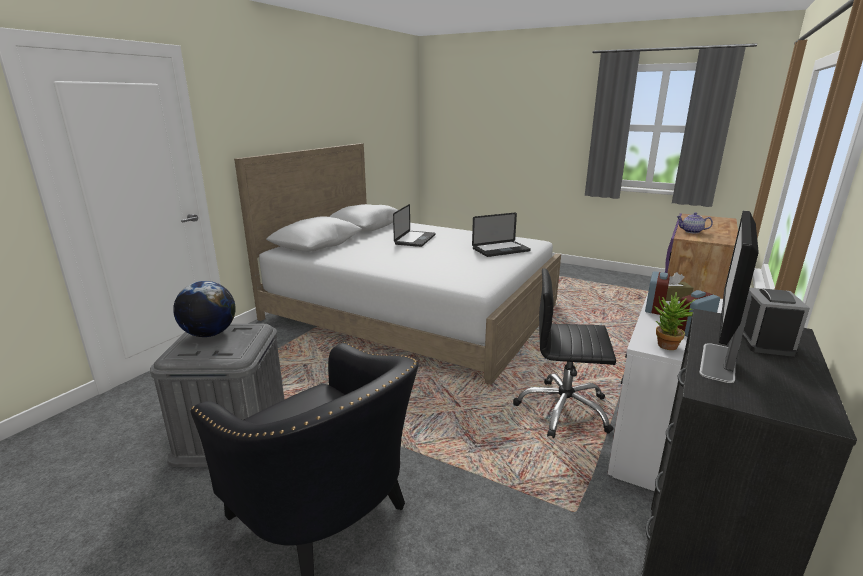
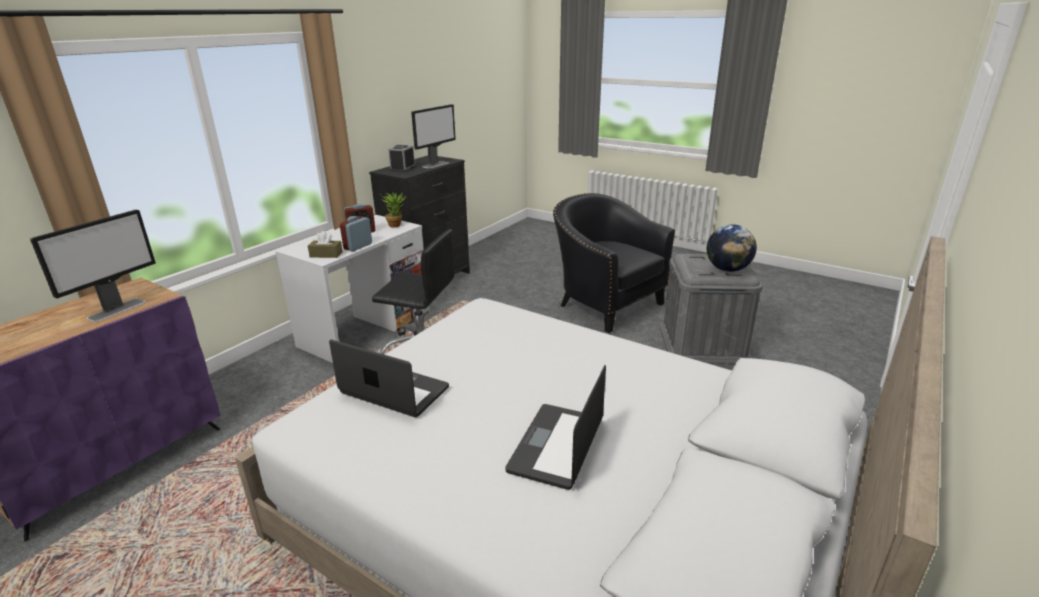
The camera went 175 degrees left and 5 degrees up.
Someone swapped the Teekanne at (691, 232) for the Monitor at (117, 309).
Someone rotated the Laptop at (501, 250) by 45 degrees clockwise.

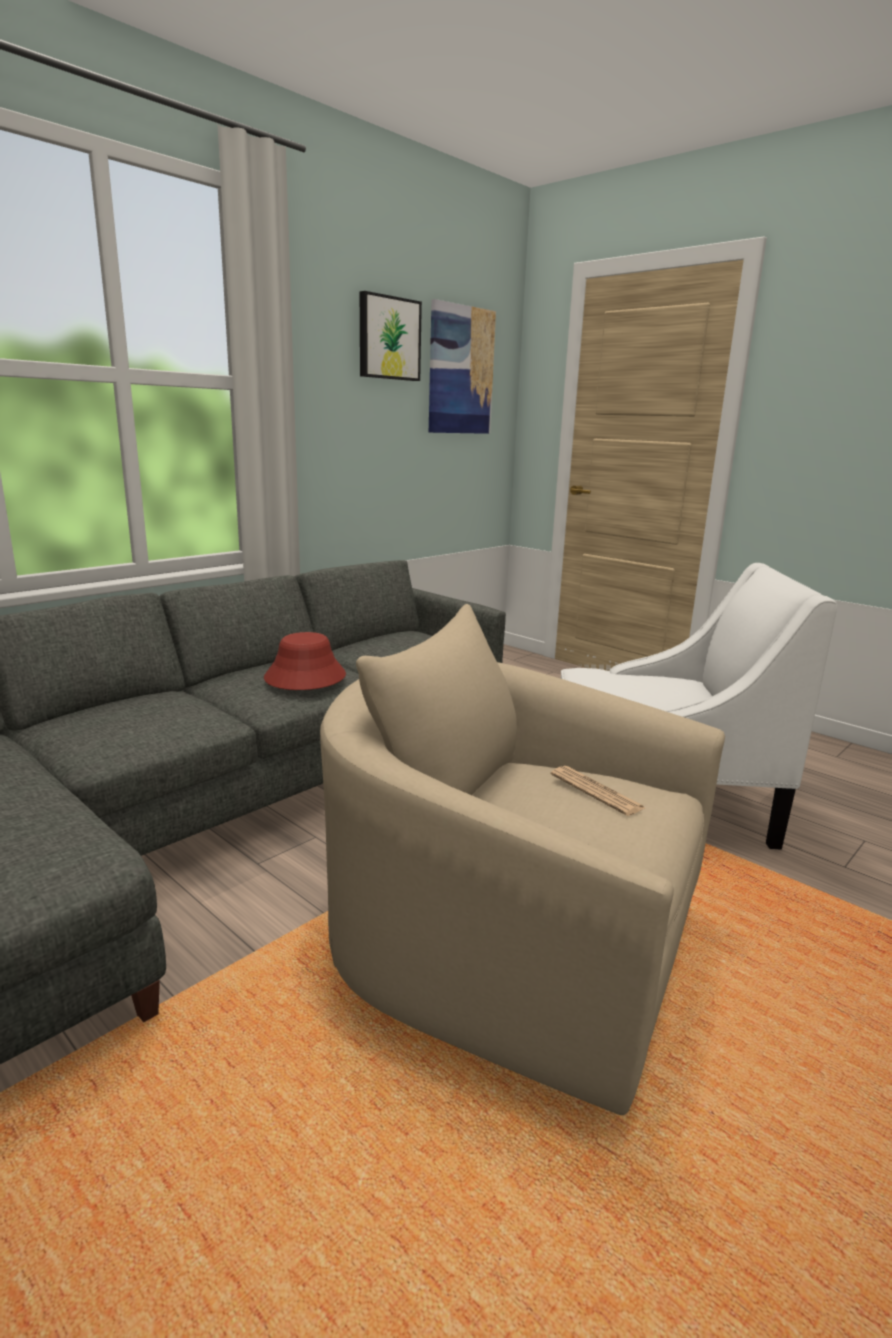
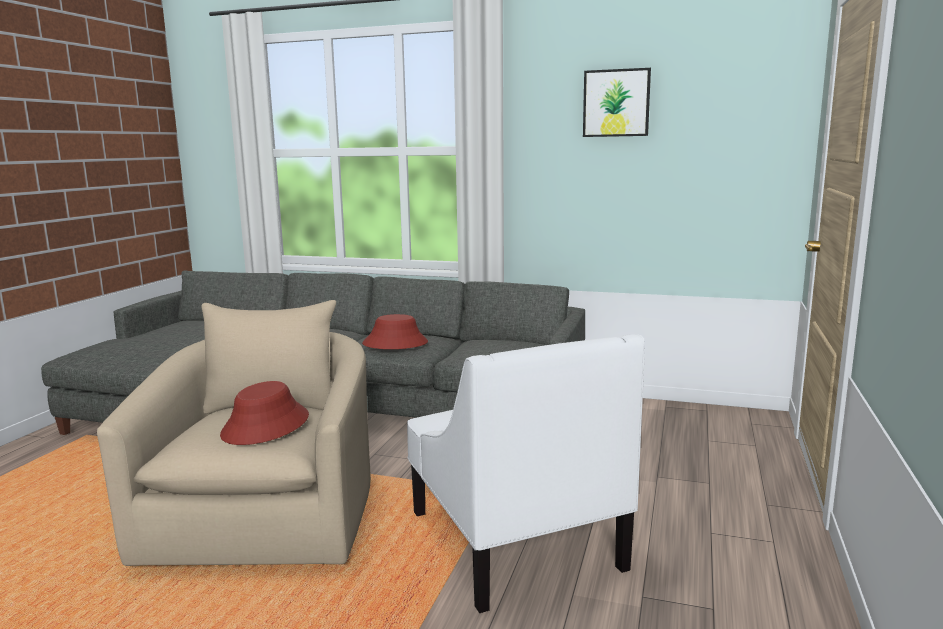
The camera went 65 degrees right and 5 degrees down.
Someone swapped the Zeitung at (596, 791) for the Hut (rot) at (266, 426).
Someone took away the Bild at (460, 371).

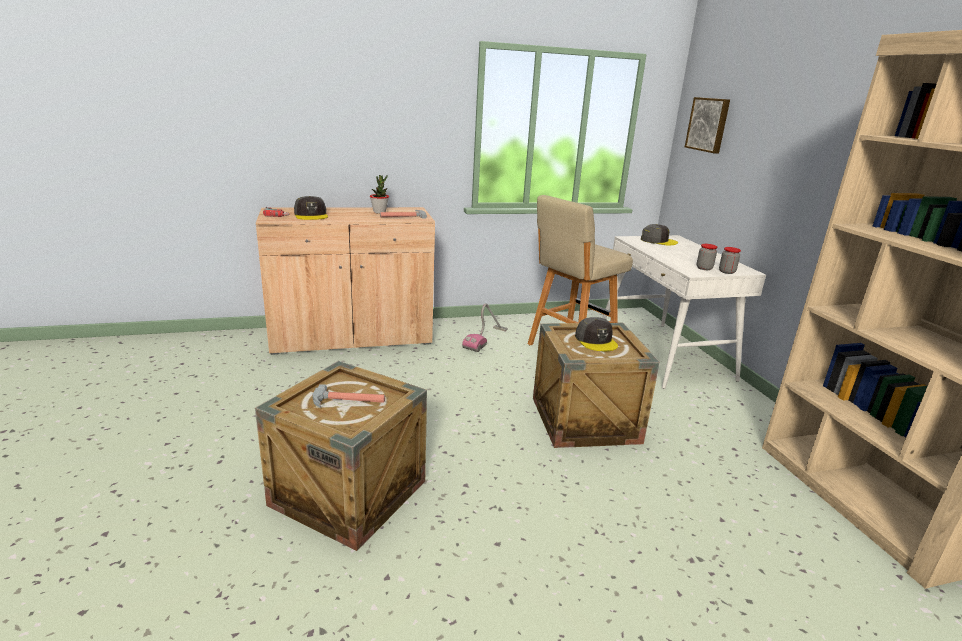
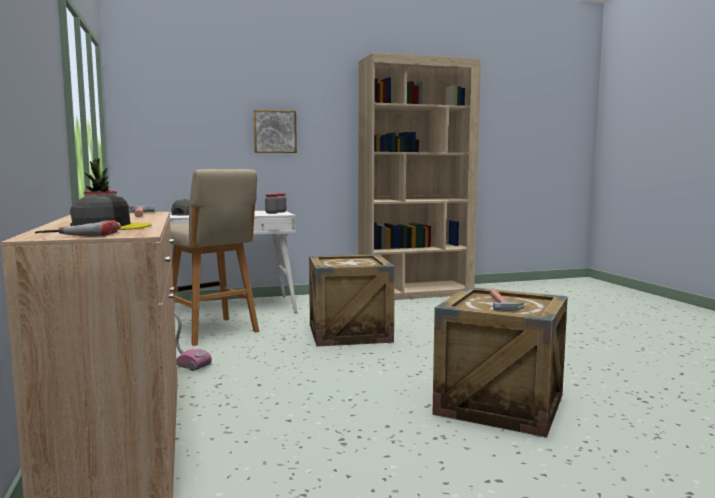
The camera went 90 degrees left and 15 degrees down.
Someone carried the Bild from (708, 124) to (274, 131).
Someone took away the Kappe (grau) at (596, 341).

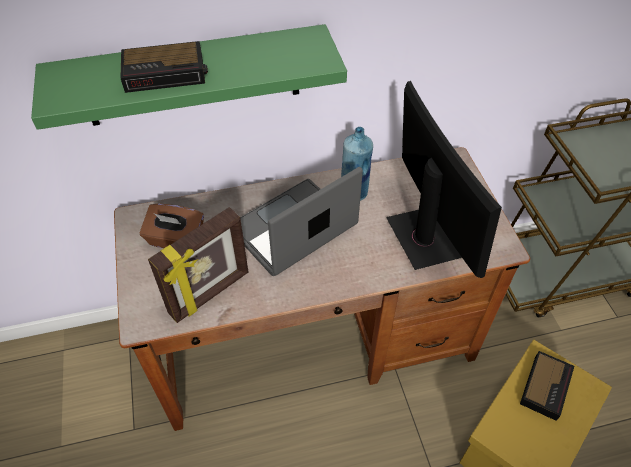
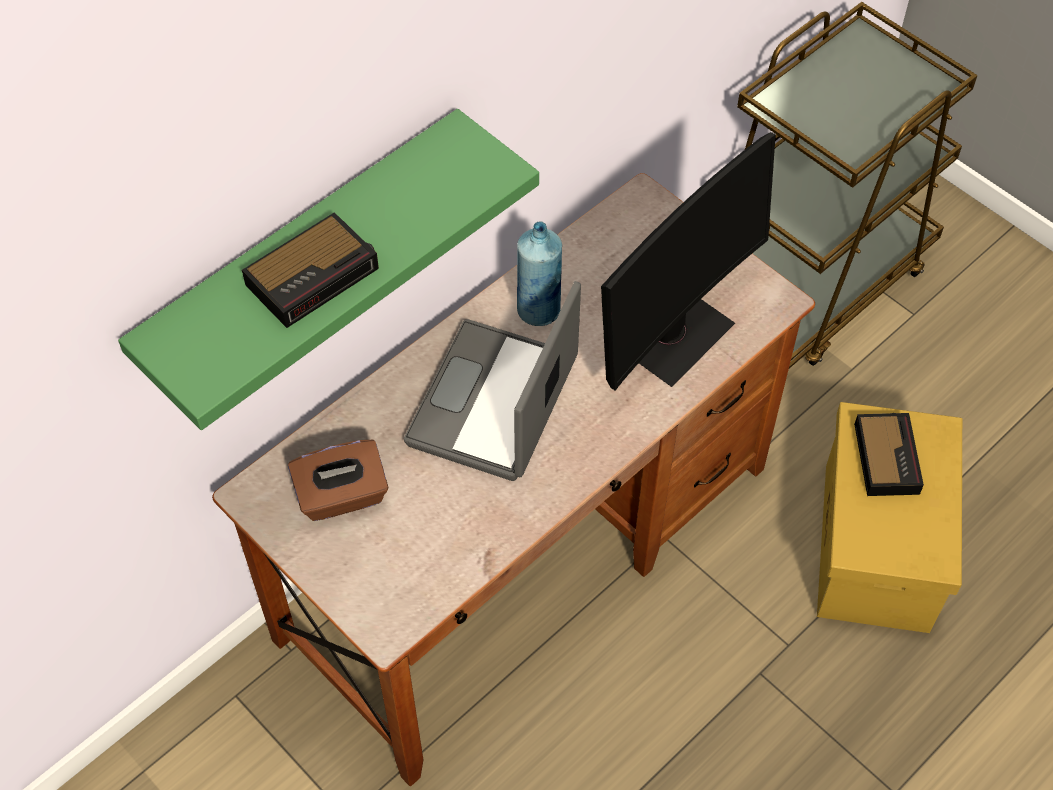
The camera went 30 degrees left and 5 degrees up.
Someone rotated the Monitor at (424, 238) by 90 degrees clockwise.
Someone took away the Bilderrahmen at (210, 294).

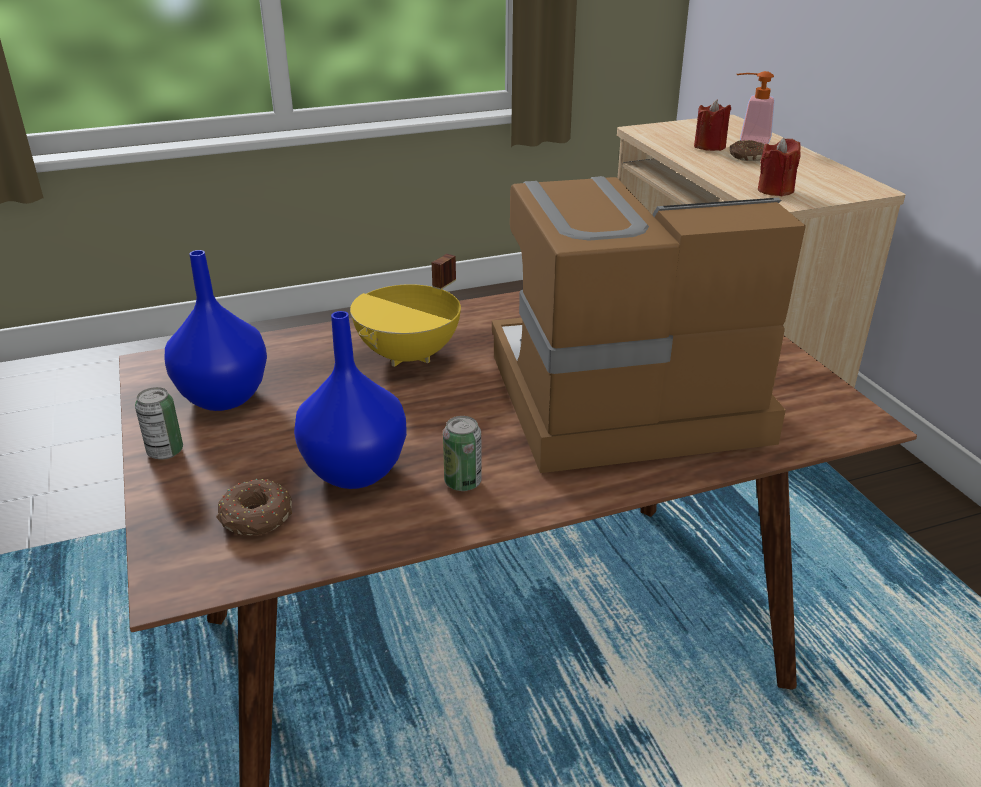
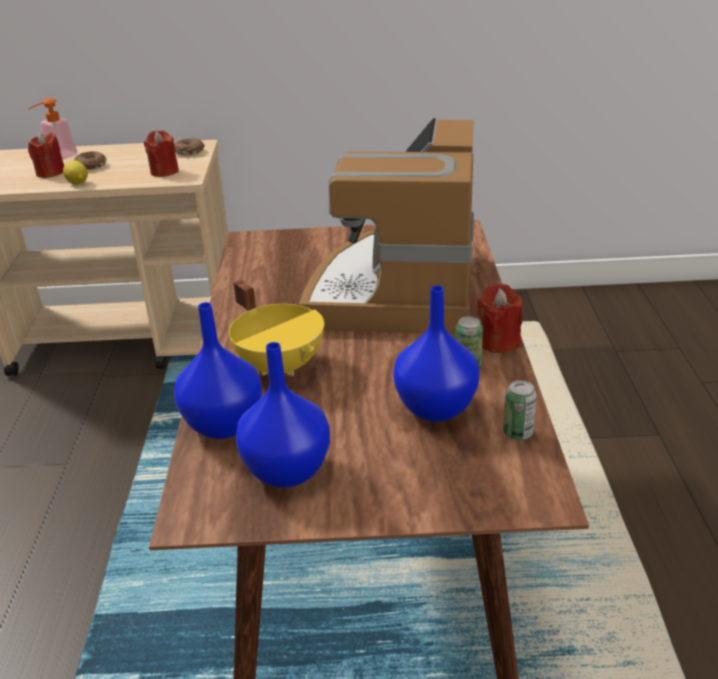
The camera went 70 degrees left and 0 degrees up.
Someone put down the Zitrone at (77, 183).
Someone carried the Donut from (256, 518) to (190, 152).
Someone put down the Vase (blau) at (224, 425).
Someone put down the Kerze (rot) at (498, 342).
Someone carried the Dose from (165, 451) to (518, 433).

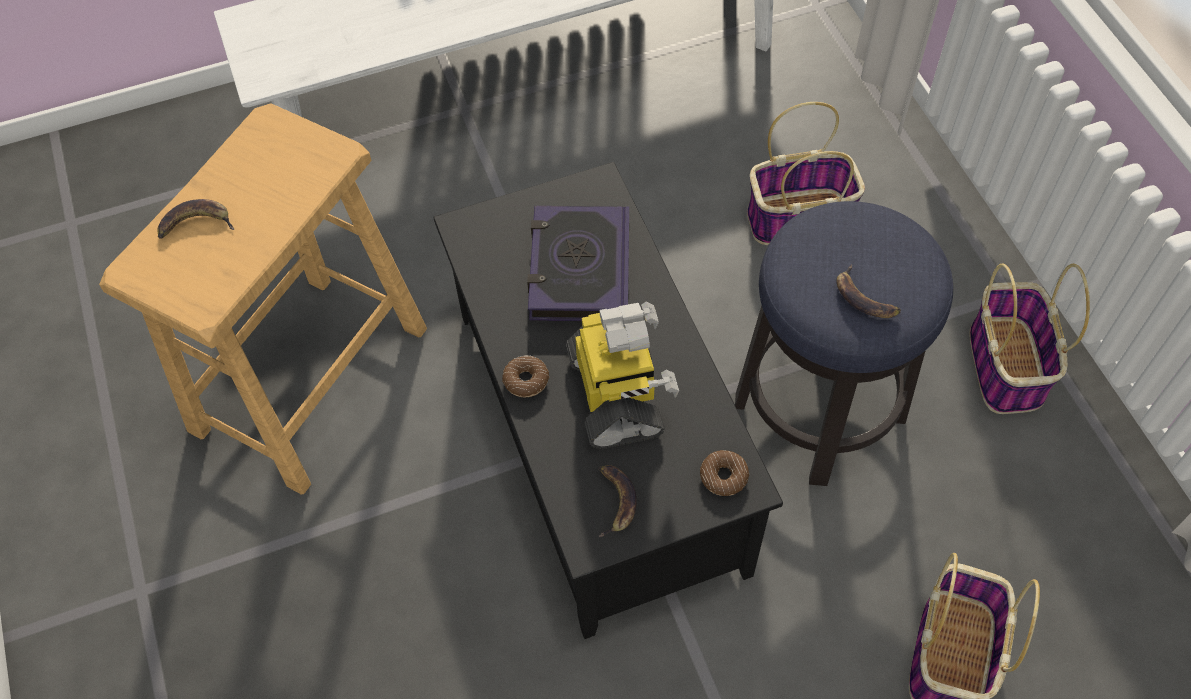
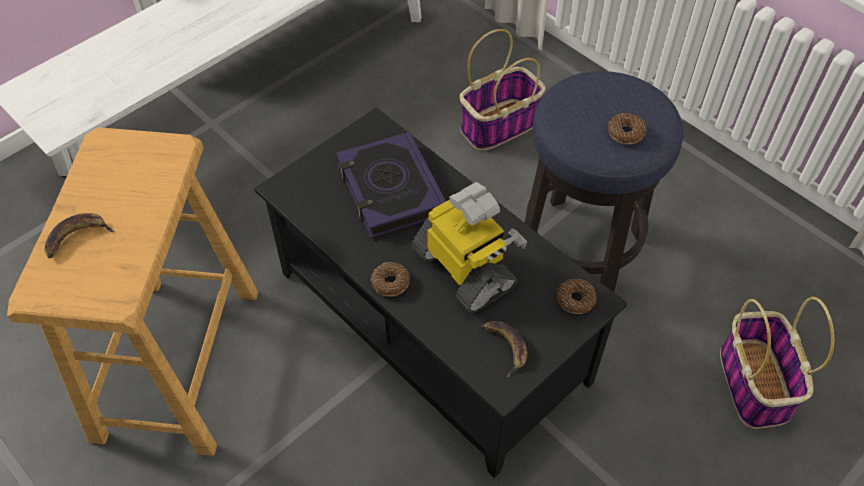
The camera went 25 degrees left and 5 degrees down.
Someone swapped the Banane at (864, 298) for the Donut at (625, 133).
Someone took away the Korb at (1007, 367).

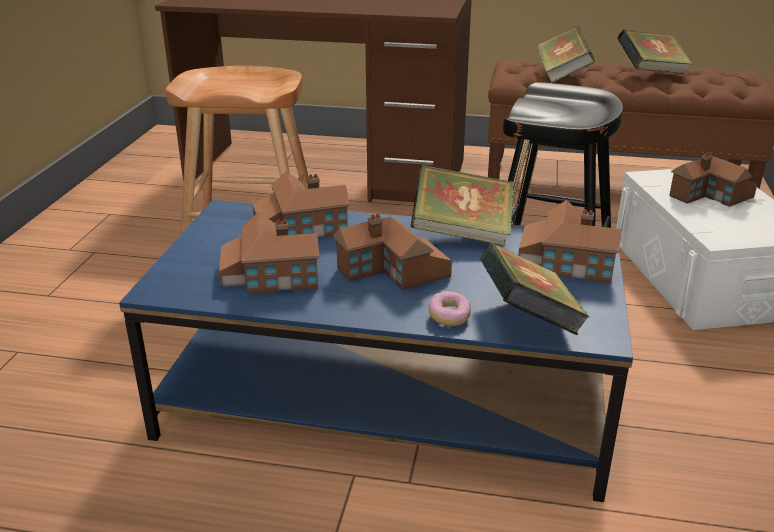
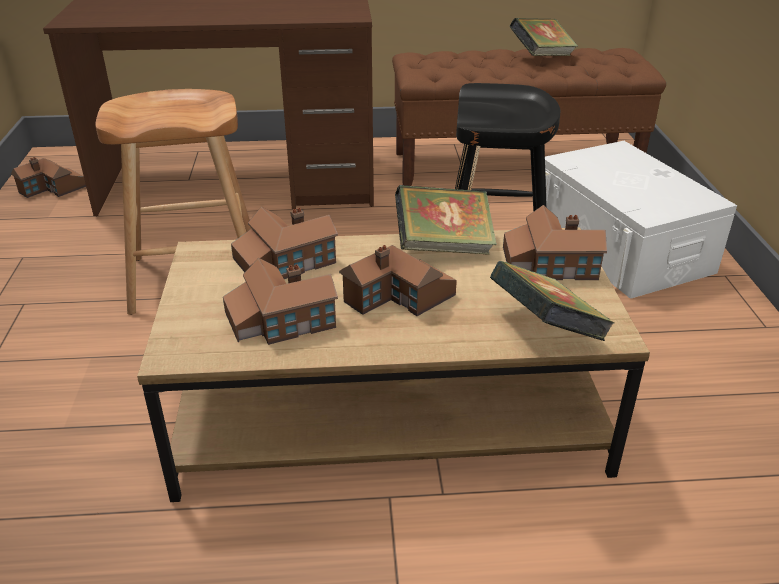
The camera went 15 degrees left and 5 degrees up.
Someone carried the Spielzeughaus from (710, 196) to (53, 189).
Someone repainted the Couchtisch (blau) at (386, 398), which became the Couchtisch (braun) at (389, 413).
Someone took away the Donut at (449, 317).
Someone took away the Buch at (561, 75).

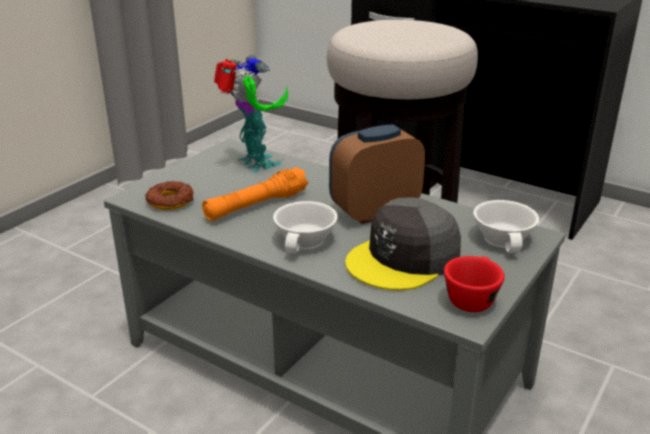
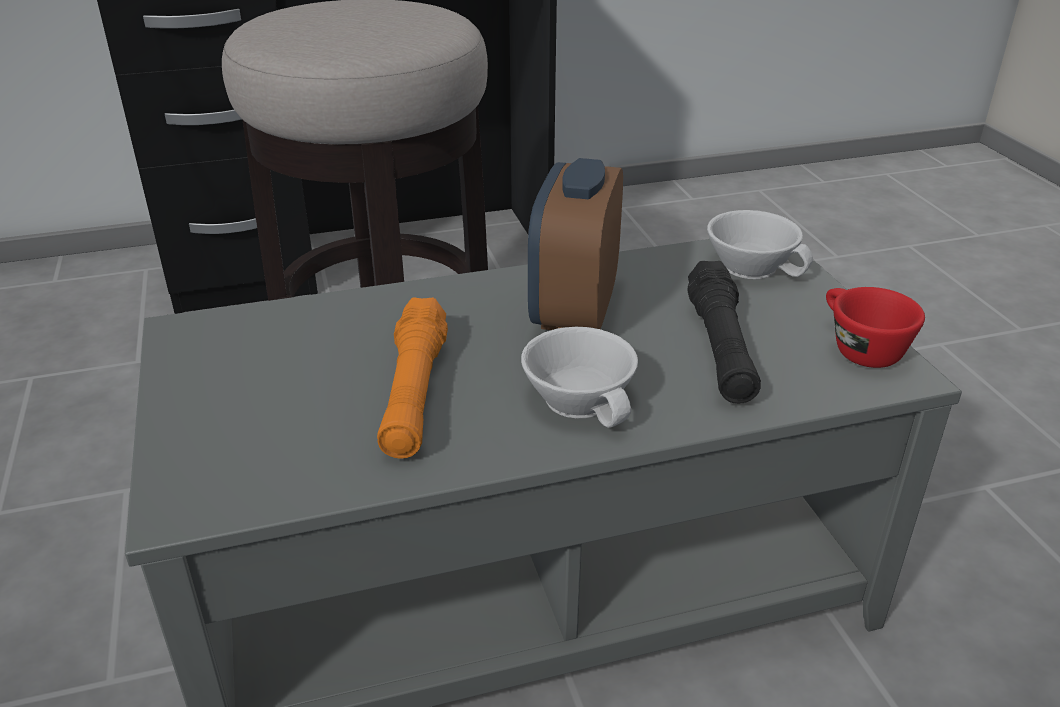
The camera went 50 degrees left and 5 degrees up.
Someone swapped the Kappe (grau) at (404, 258) for the Taschenlampe (schwarz) at (720, 348).
Someone took away the Donut at (170, 201).
Someone took away the Spielzeugroboter at (255, 164).

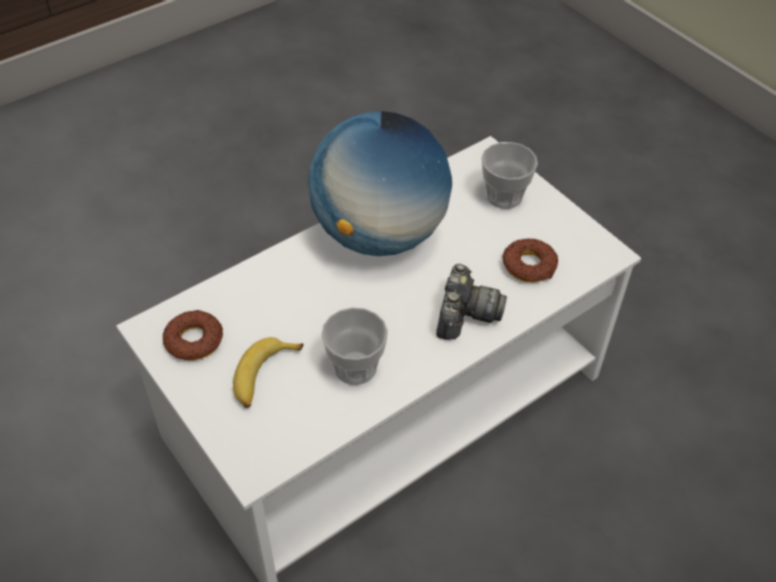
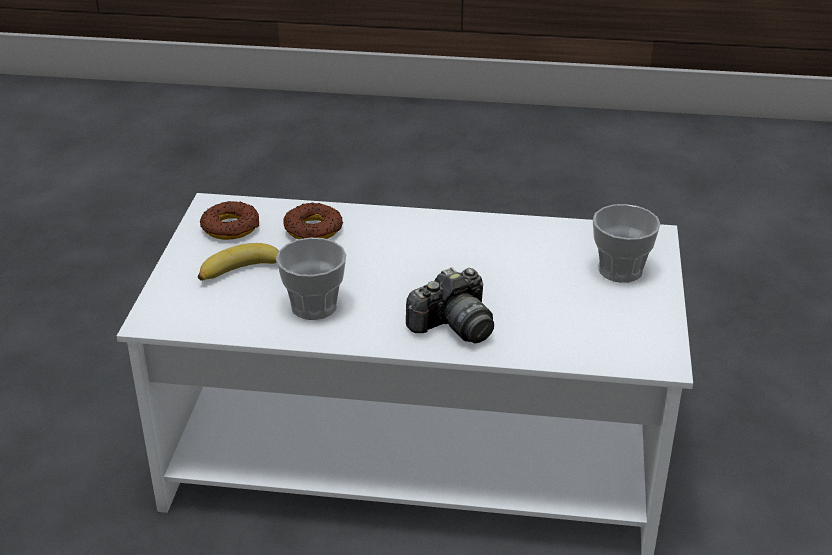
The camera went 45 degrees right and 15 degrees down.
Someone carried the Donut from (529, 265) to (313, 229).
Someone took away the Globus at (379, 234).

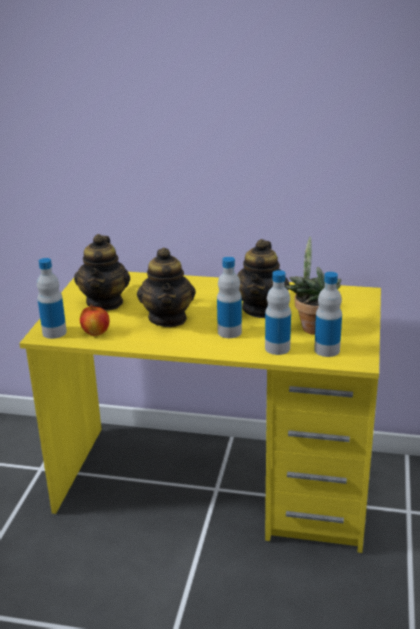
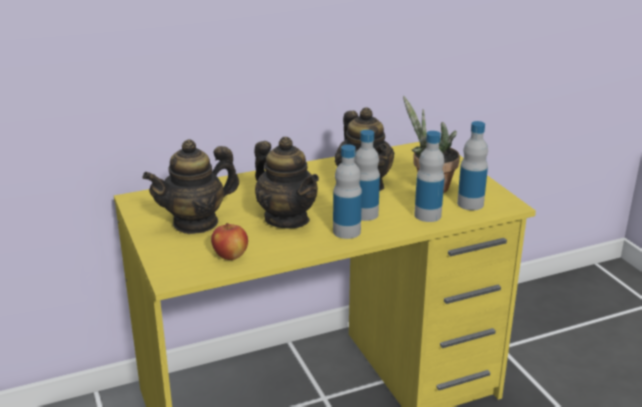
The camera went 35 degrees left and 0 degrees up.
Someone rotated the Teekanne at (105, 302) by 90 degrees clockwise.
Someone carried the Flasche from (54, 332) to (346, 231).

